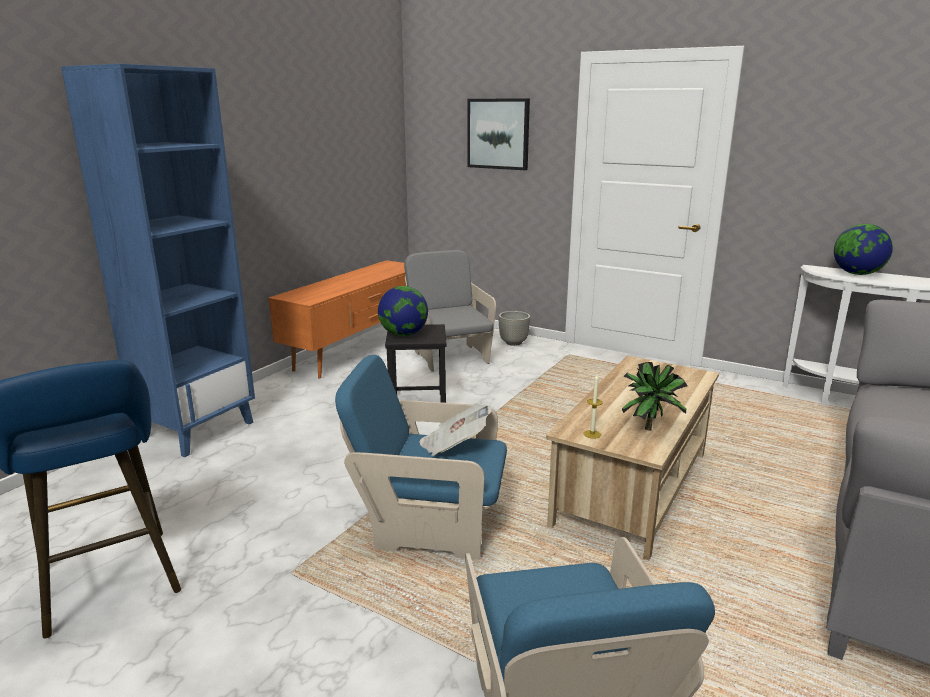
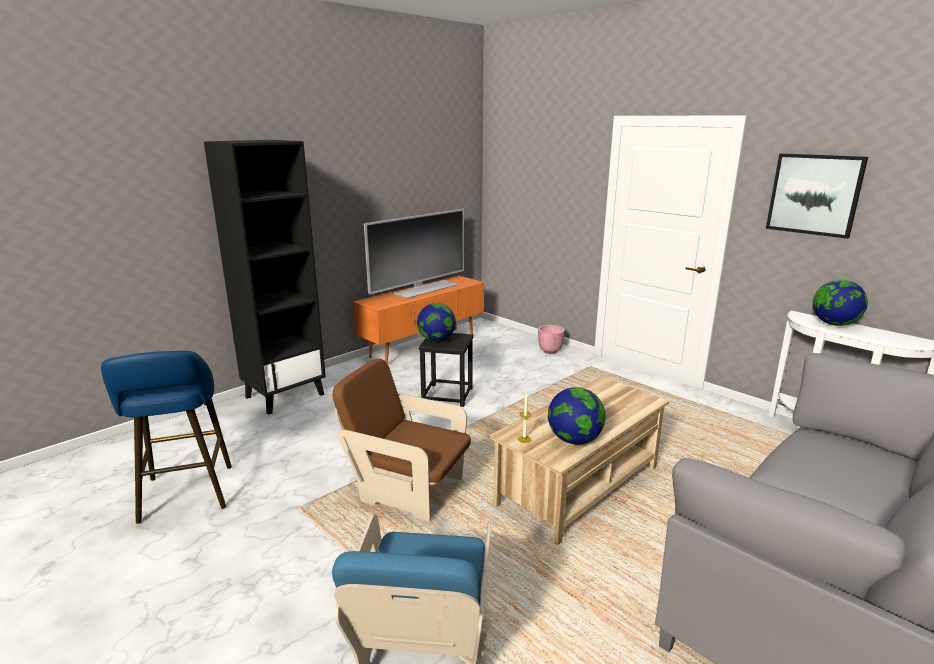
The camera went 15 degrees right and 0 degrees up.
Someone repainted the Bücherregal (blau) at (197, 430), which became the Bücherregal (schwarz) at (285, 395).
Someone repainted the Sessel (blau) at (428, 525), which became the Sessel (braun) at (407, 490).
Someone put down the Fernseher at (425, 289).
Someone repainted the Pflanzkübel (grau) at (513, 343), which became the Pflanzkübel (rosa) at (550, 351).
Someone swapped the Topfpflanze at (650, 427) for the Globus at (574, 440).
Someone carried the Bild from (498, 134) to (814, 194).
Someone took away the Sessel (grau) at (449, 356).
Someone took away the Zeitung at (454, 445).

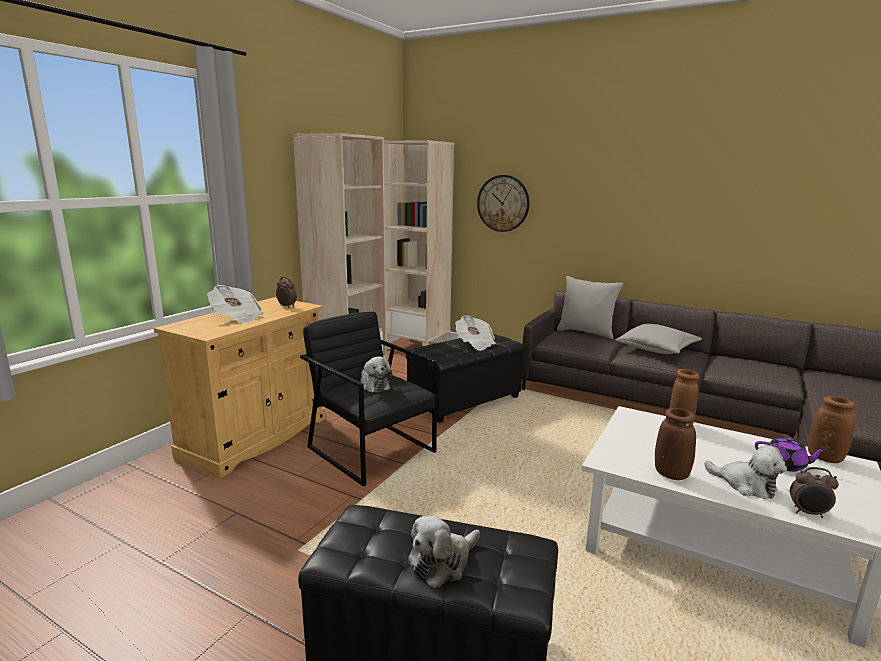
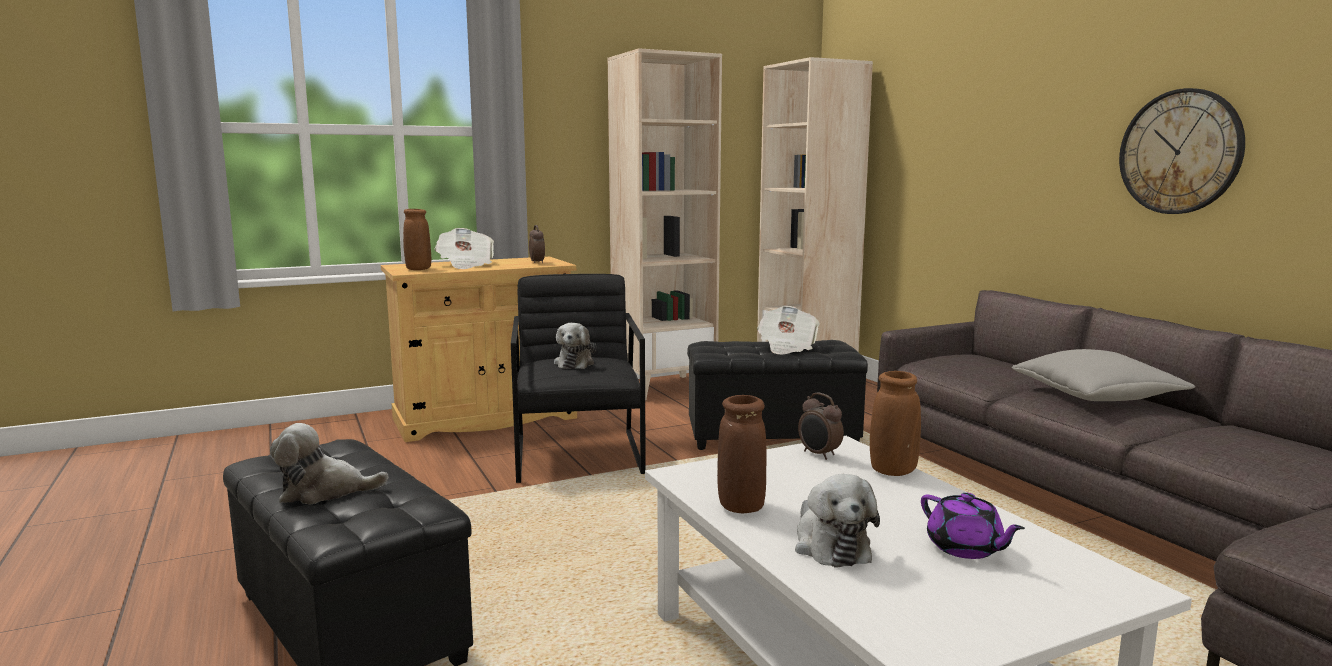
The camera went 35 degrees right and 5 degrees down.
Someone carried the Vase (braun) from (825, 458) to (418, 269).
Someone carried the Wecker from (808, 513) to (819, 454).
Someone carried the Wanduhr from (503, 203) to (1180, 152).
Someone took away the Kissen (grau) at (586, 333).

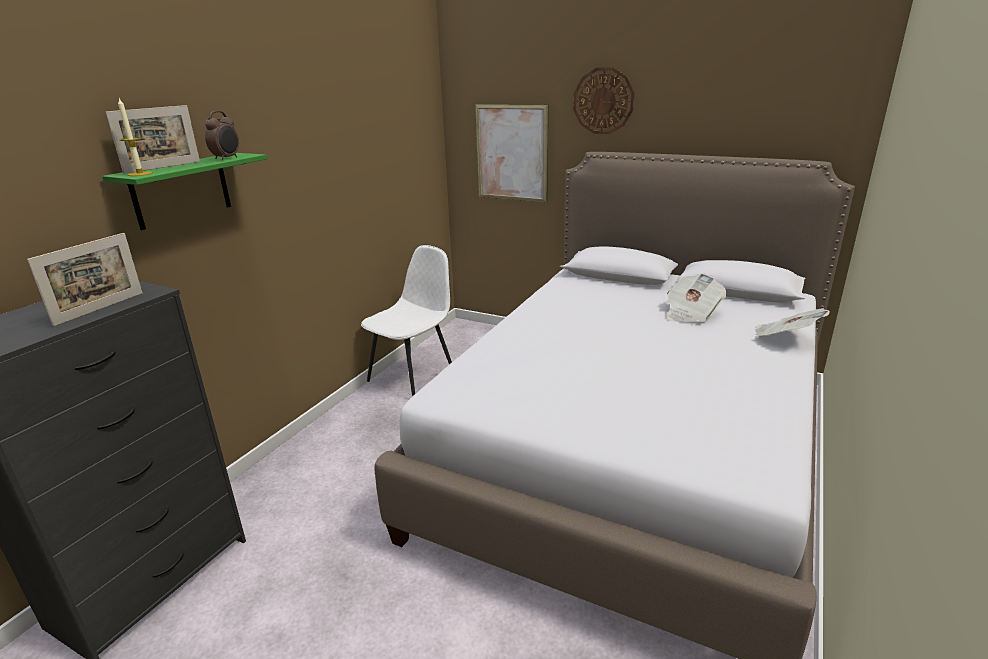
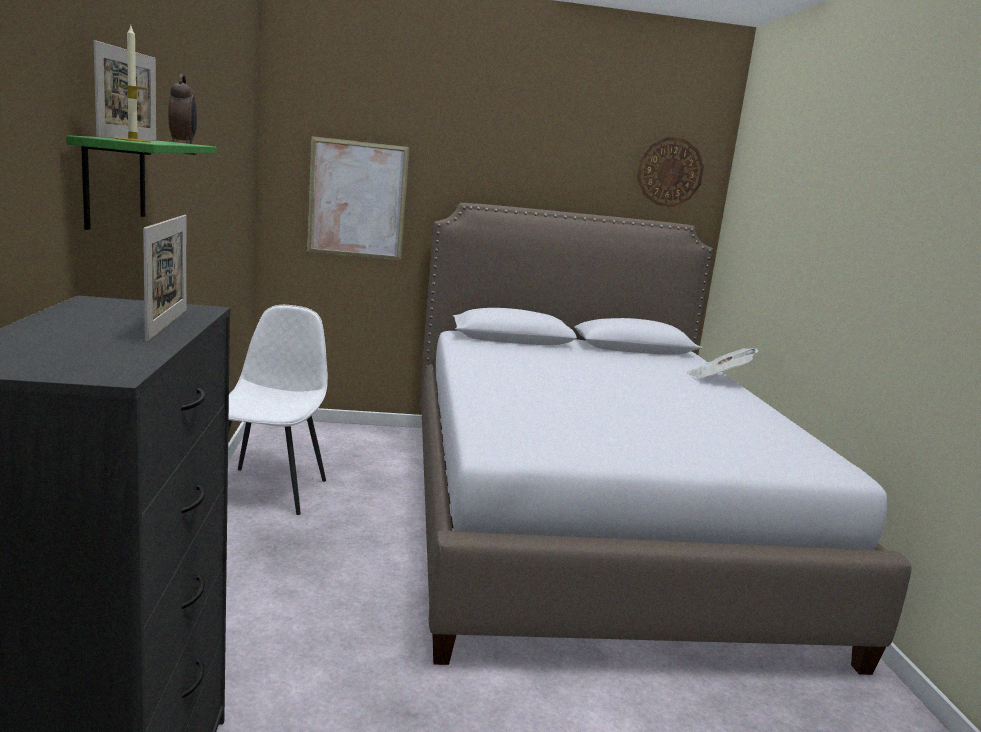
The camera went 35 degrees left and 10 degrees down.
Someone carried the Wanduhr from (603, 101) to (670, 172).
Someone took away the Zeitung at (690, 313).

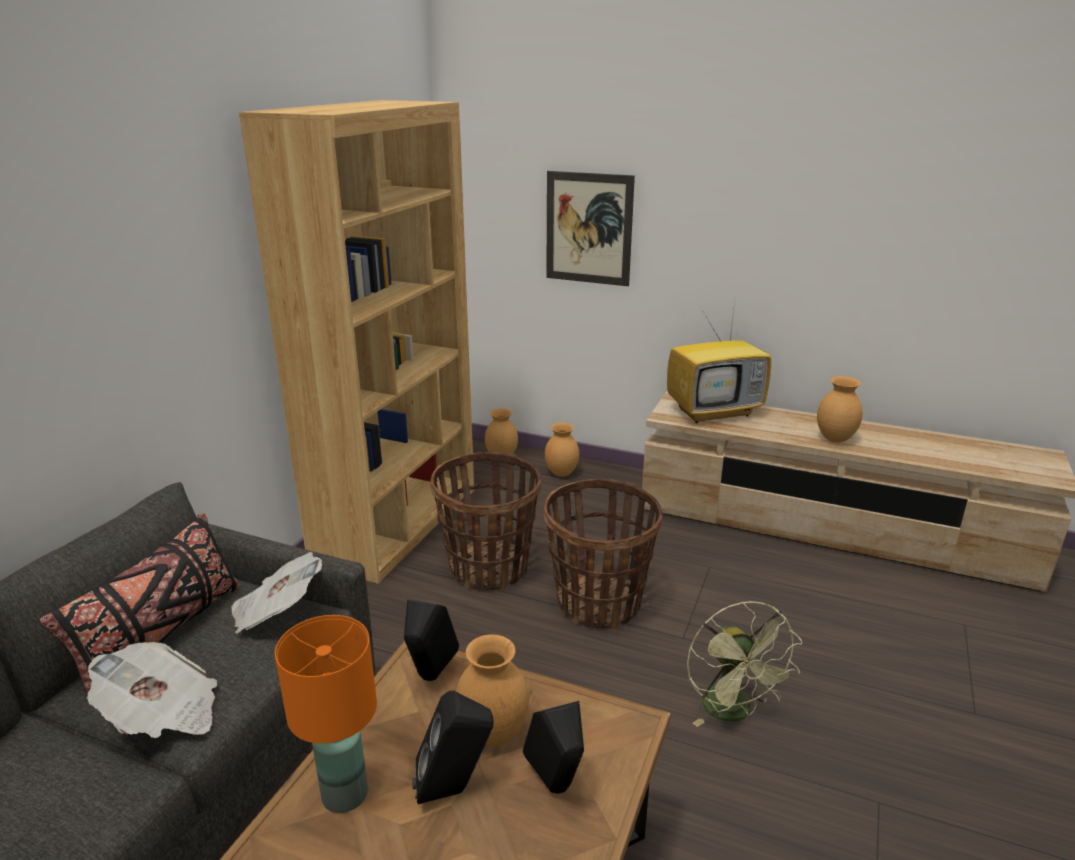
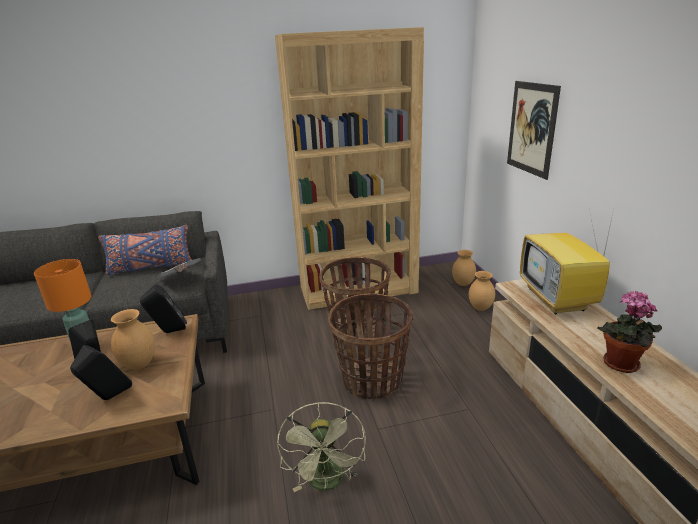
The camera went 55 degrees right and 0 degrees up.
Someone repainted the Kissen (schwarz) at (160, 635), which became the Kissen (blau) at (151, 267).
Someone rotated the Ventilator (grün) at (733, 712) by 45 degrees counterclockwise.
Someone rotated the Fernseher at (715, 411) by 45 degrees clockwise.
Someone swapped the Vase (braun) at (835, 439) for the Topfpflanze at (620, 365).
Someone took away the Zeitung at (163, 714).

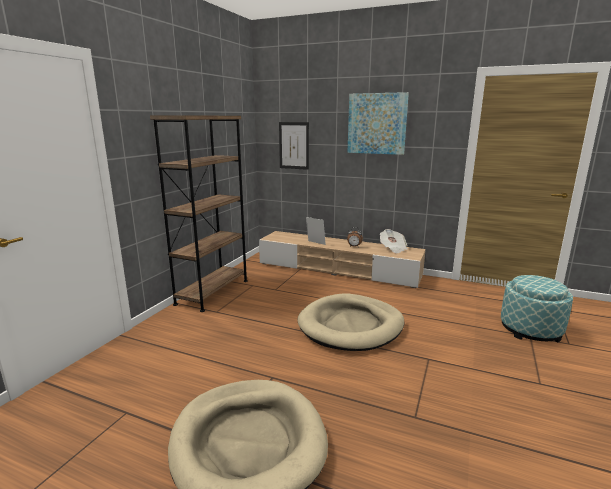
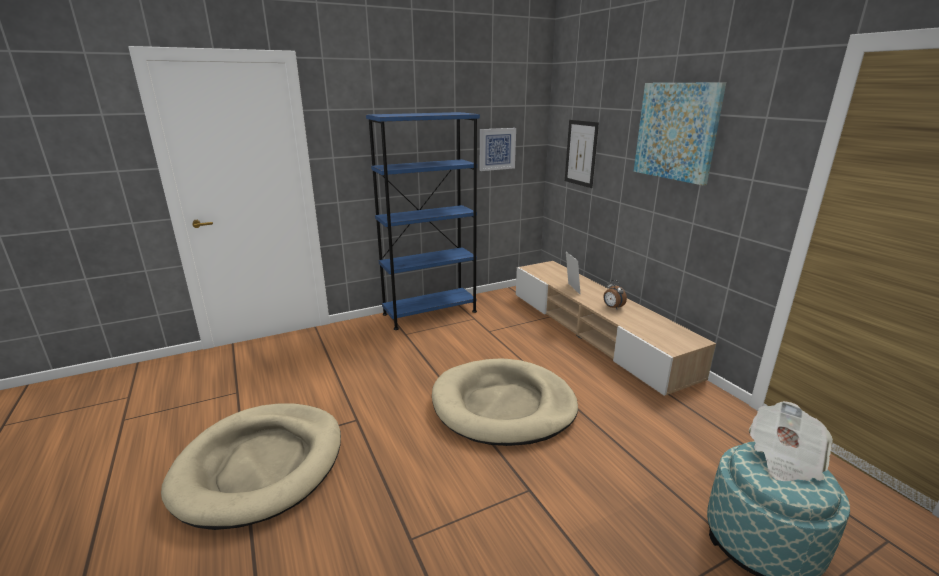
The camera went 40 degrees right and 5 degrees up.
Someone repainted the Bücherregal (braun) at (212, 292), which became the Bücherregal (blau) at (430, 313).
Someone put up the Bild at (497, 149).
Someone carried the Zeitung from (393, 248) to (784, 458).

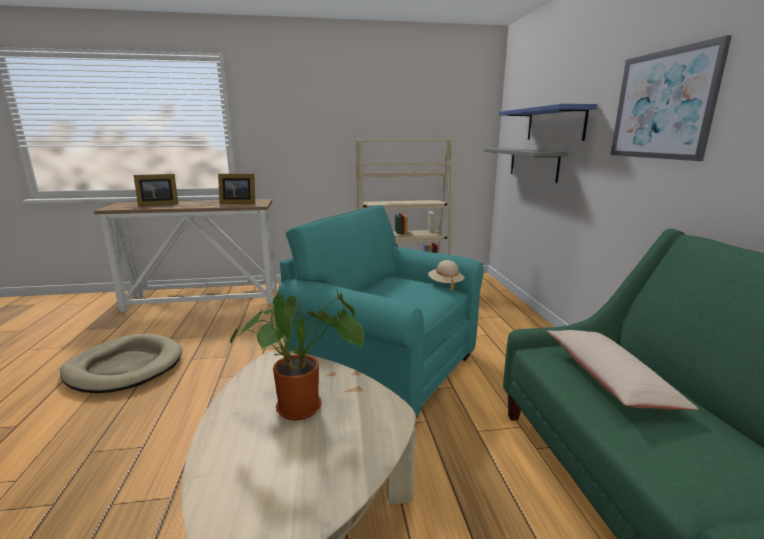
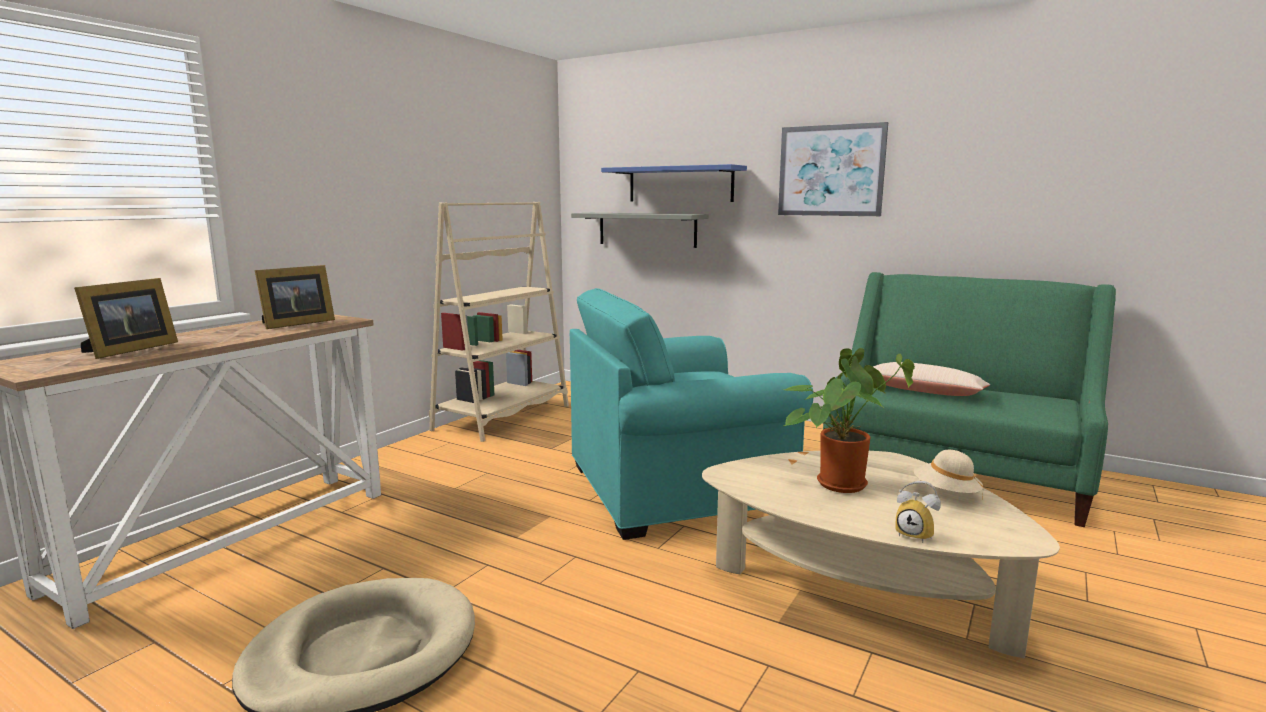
The camera went 50 degrees left and 5 degrees down.
Someone put down the Wecker at (916, 535).
Someone carried the Hut (beige) from (445, 284) to (945, 494).

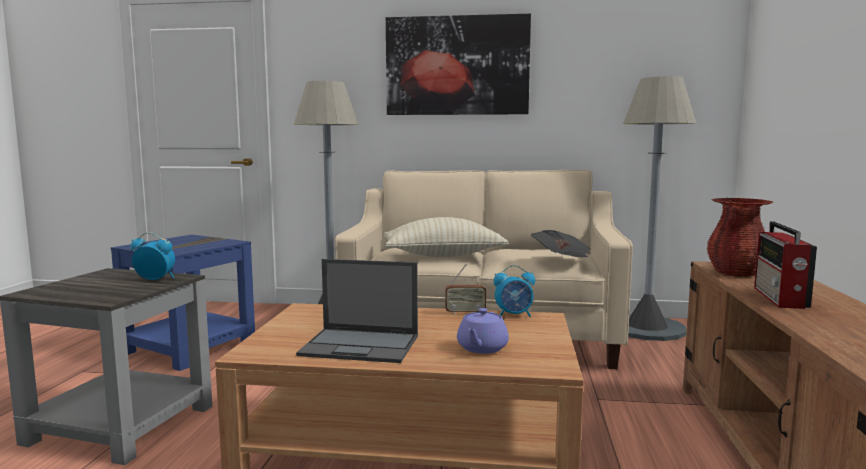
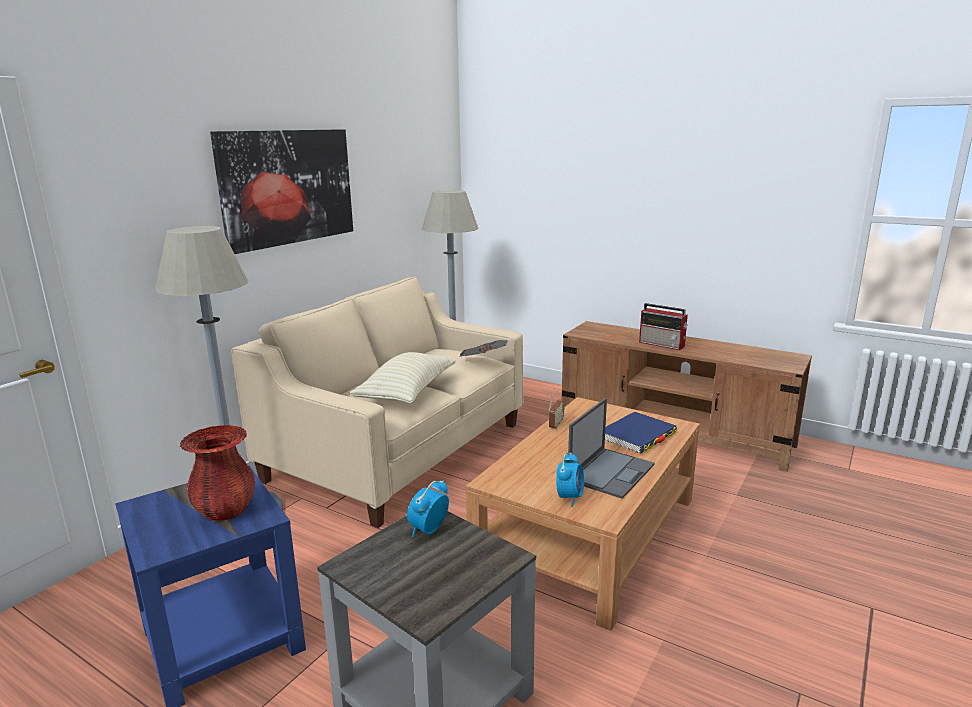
The camera went 65 degrees left and 10 degrees up.
Someone carried the Vase (rot) from (736, 273) to (225, 510).
Someone carried the Wecker from (514, 315) to (569, 497).
Someone swapped the Teekanne (lila) at (481, 348) for the Buch (blau) at (637, 436).

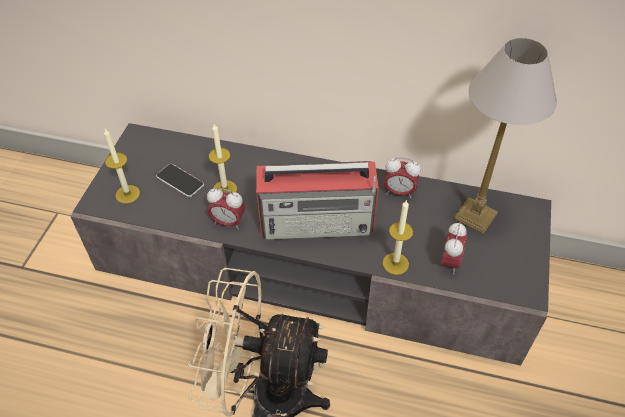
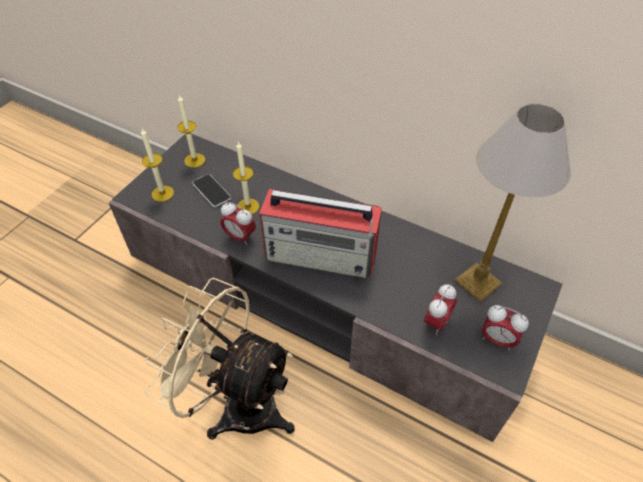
The camera went 15 degrees right and 0 degrees up.
Someone carried the Kerze from (395, 263) to (194, 160).
Someone carried the Wecker from (399, 192) to (497, 340).

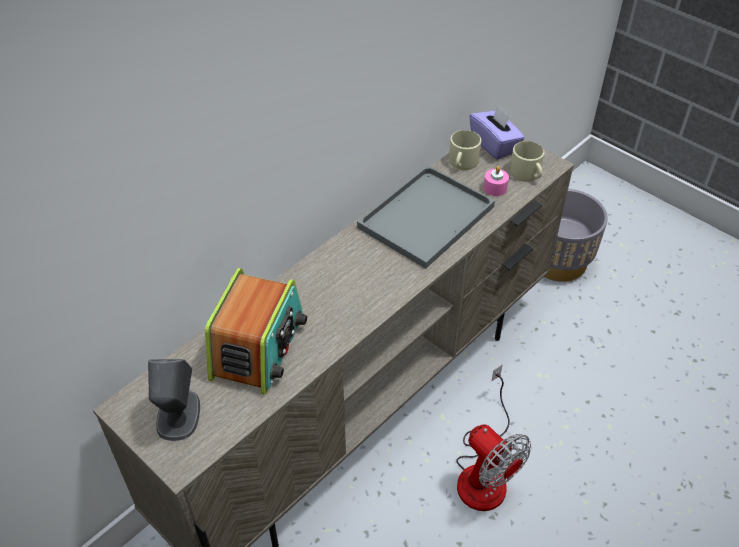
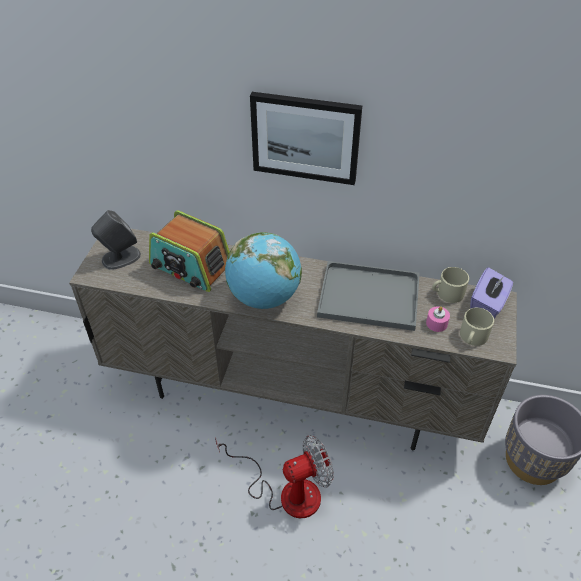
The camera went 60 degrees right and 0 degrees up.
Someone rotated the Radio at (258, 346) by 45 degrees clockwise.
Someone rotated the Ventilator at (484, 471) by 135 degrees counterclockwise.
Someone put down the Globus at (264, 297).
Someone put up the Bild at (305, 137).

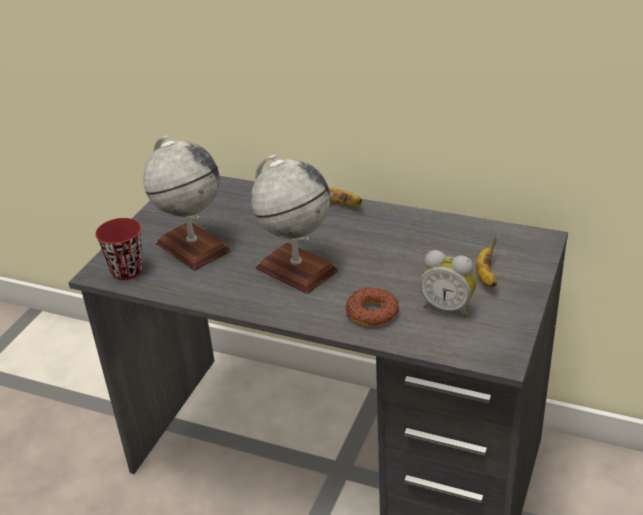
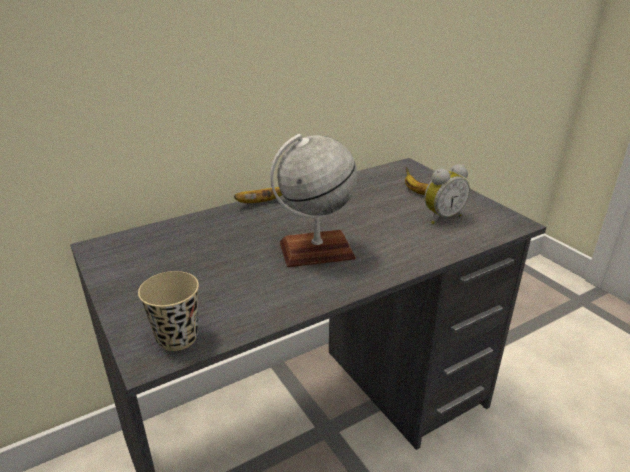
The camera went 55 degrees left and 5 degrees down.
Someone repainted the Tasse (rot) at (127, 270), which became the Tasse (beige) at (177, 338).
Someone took away the Globus at (192, 247).
Someone took away the Donut at (372, 313).

